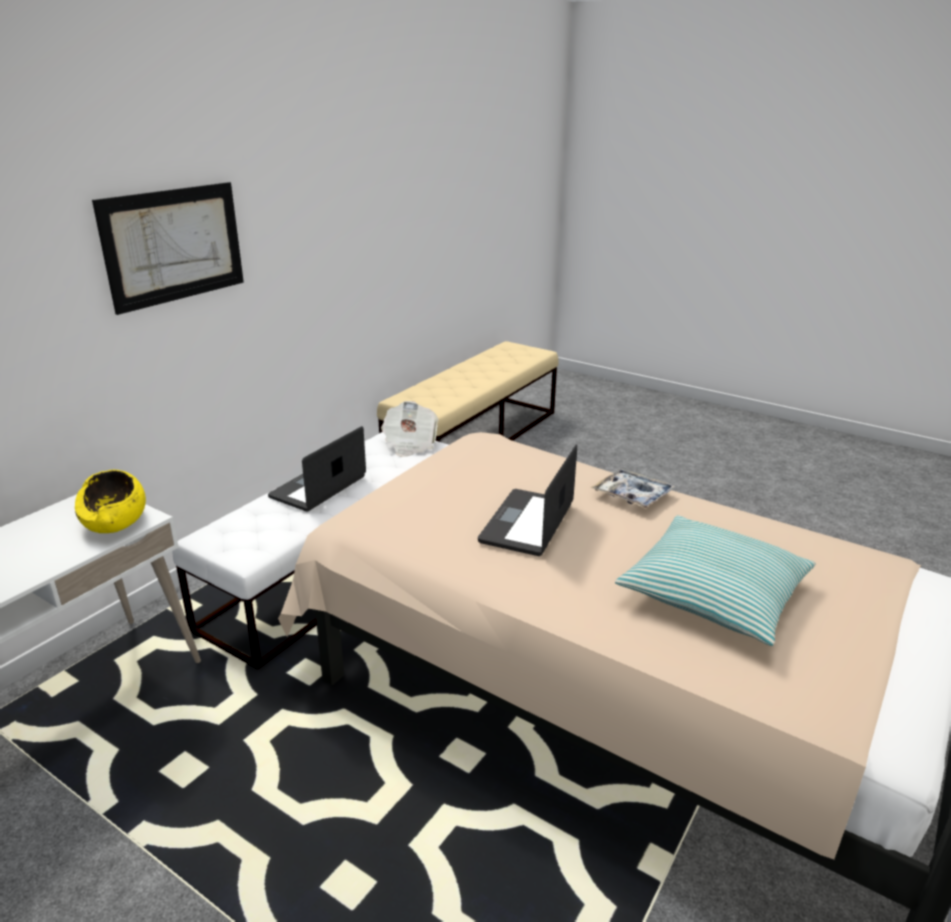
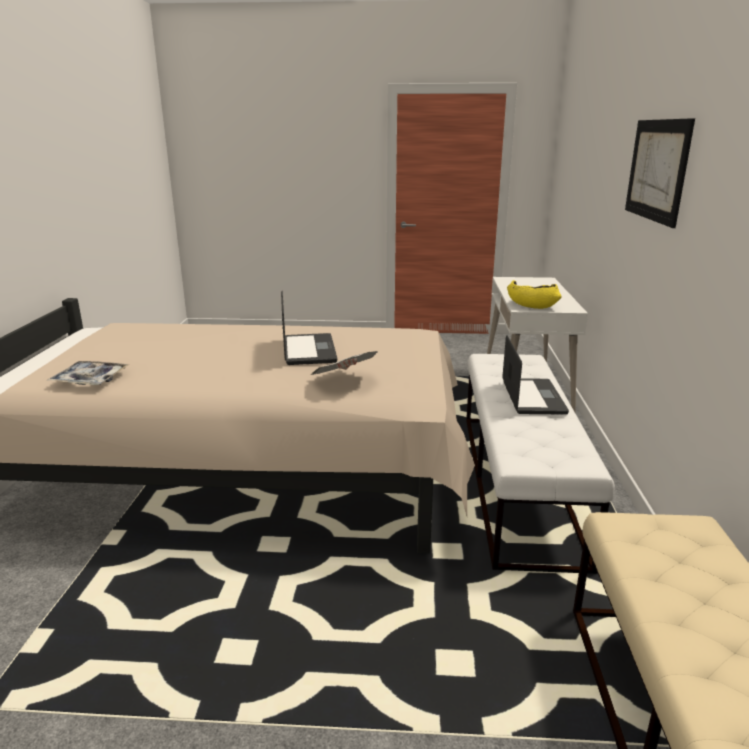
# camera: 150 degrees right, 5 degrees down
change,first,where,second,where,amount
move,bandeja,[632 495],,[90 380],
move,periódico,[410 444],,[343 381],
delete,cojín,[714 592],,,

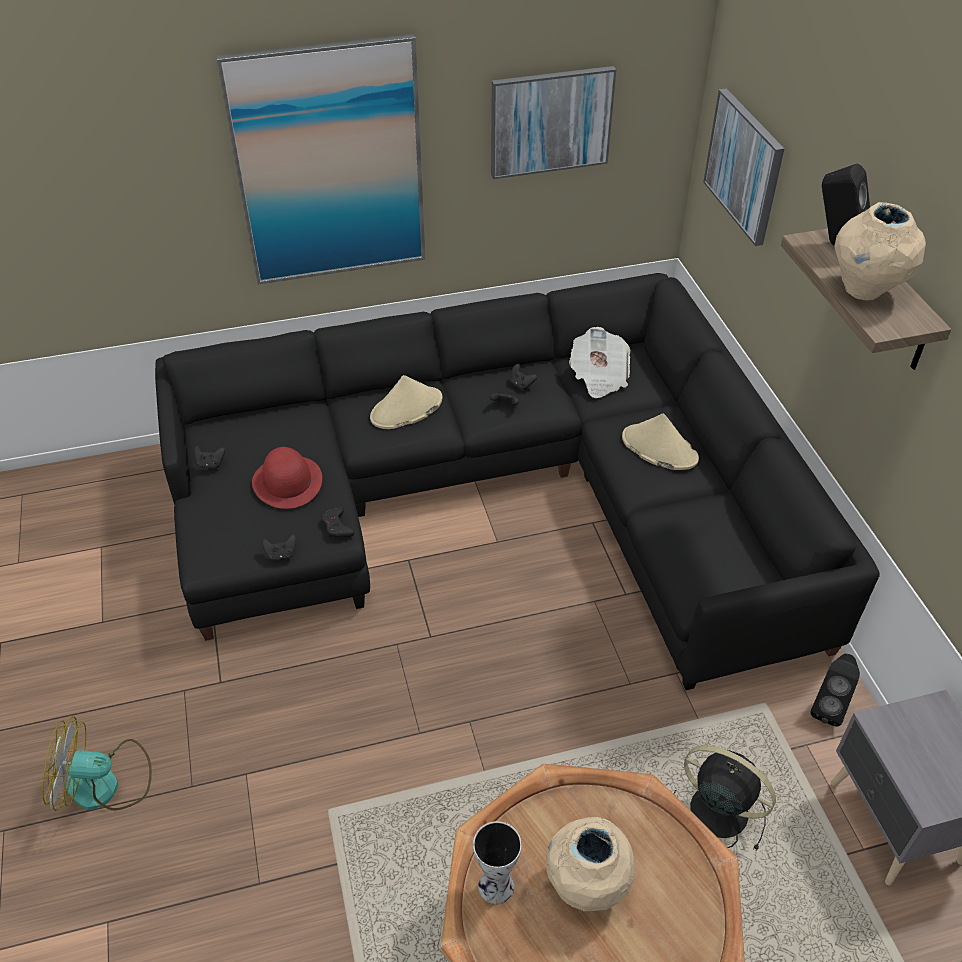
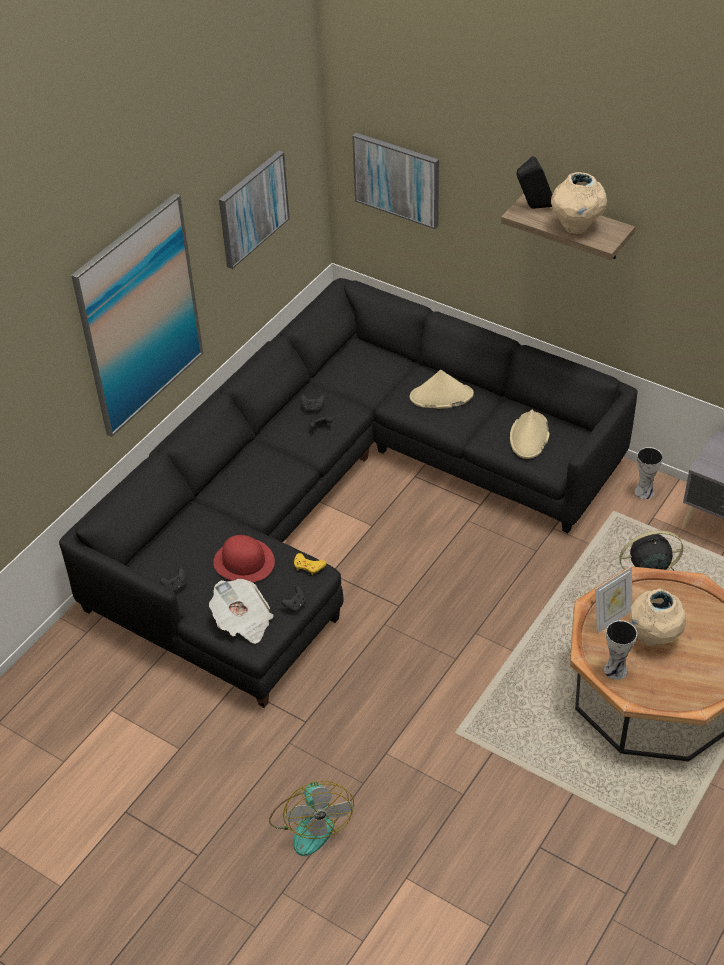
# camera: 40 degrees left, 0 degrees up
change,first,where,second,where,amount
move,periódico,[599 377],,[243 621],
rotate,ventilador,[105 784],,[310 823],60 degrees counterclockwise
recolor,mando de consola (negro),[337 526],mando de consola (amarillo),[308 566],
move,sombrero (beis),[406 409],,[529 436],
insert,,,portarretratos,[611 619],
replace,altavoz (negro),[828 707],florero,[644 491],

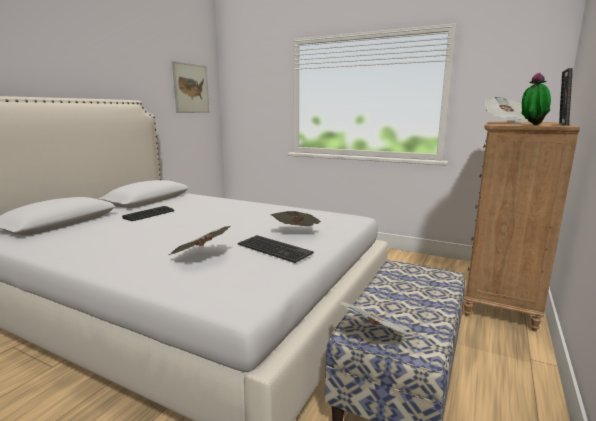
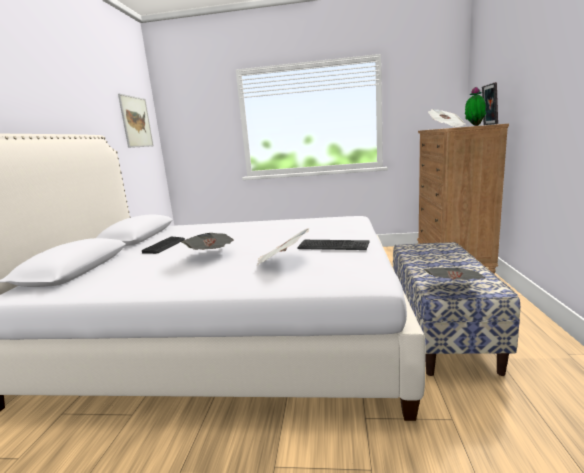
# camera: 20 degrees left, 0 degrees up
change,first,where,second,where,amount
move,periódico,[297 232],,[211 255],

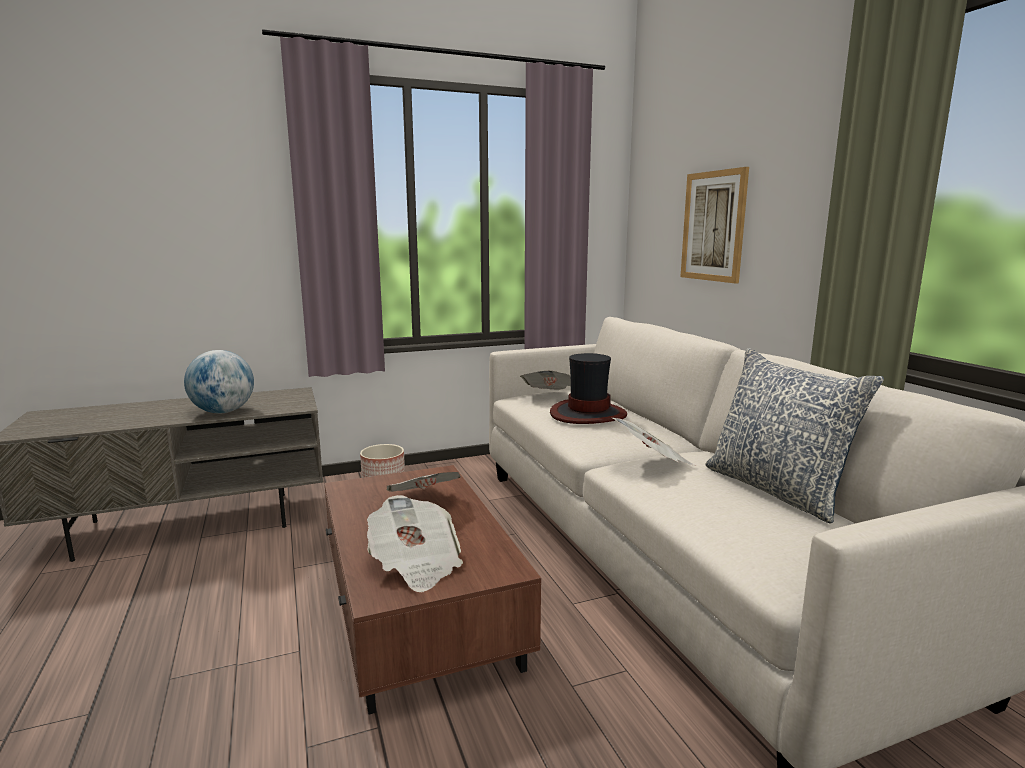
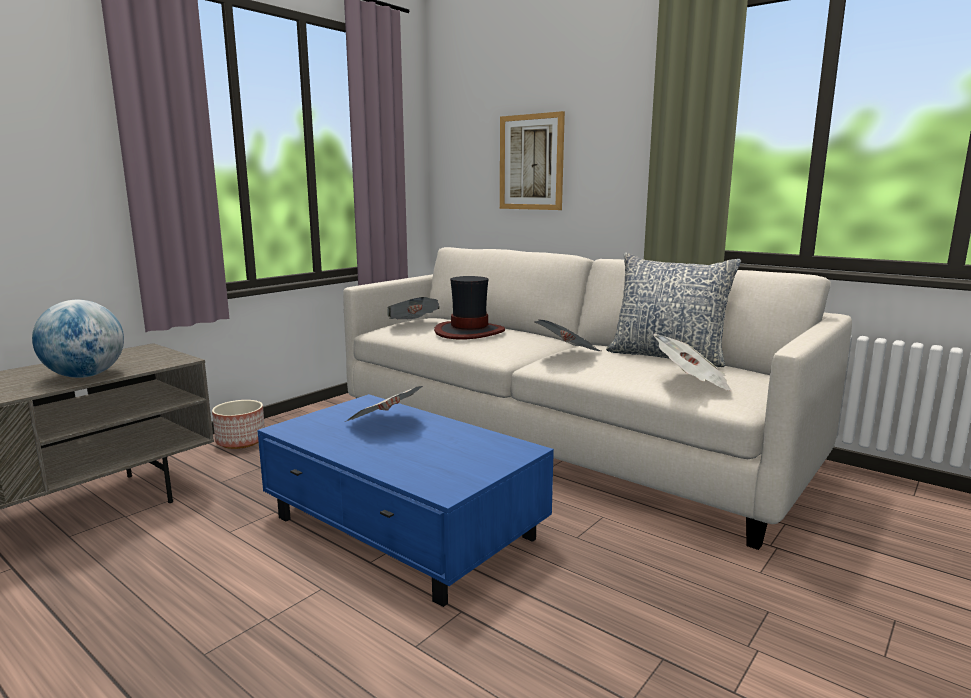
# camera: 30 degrees left, 0 degrees up
change,first,where,second,where,amount
recolor,mesa de centro (marrón),[419 613],mesa de centro (azul),[404 529],
move,periódico,[415 565],,[692 382],

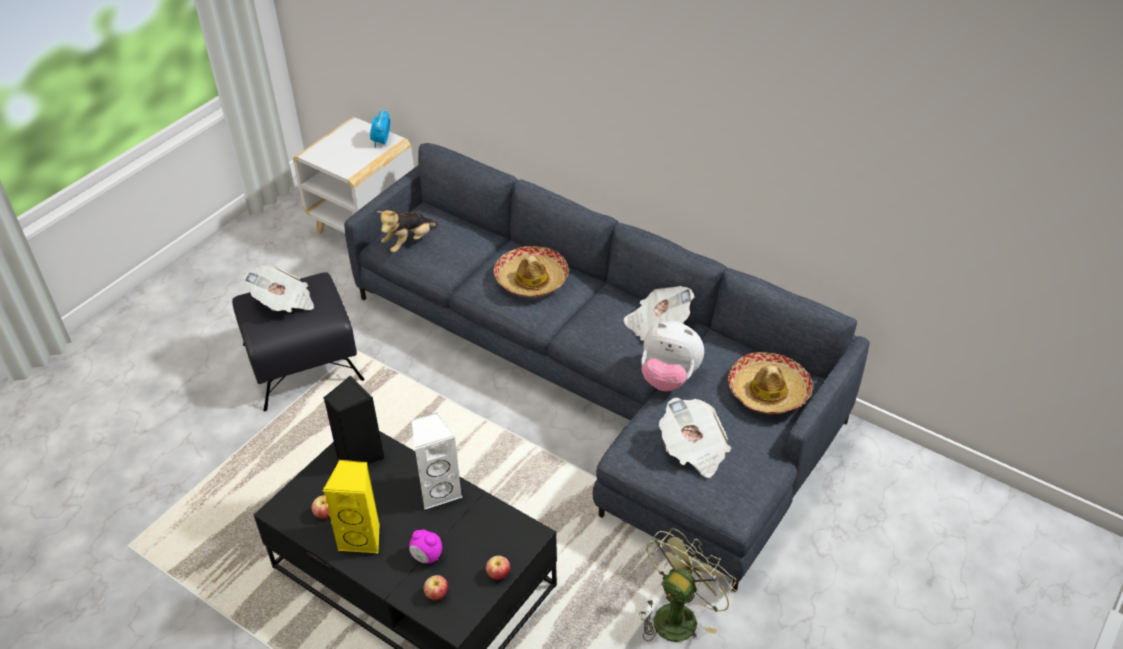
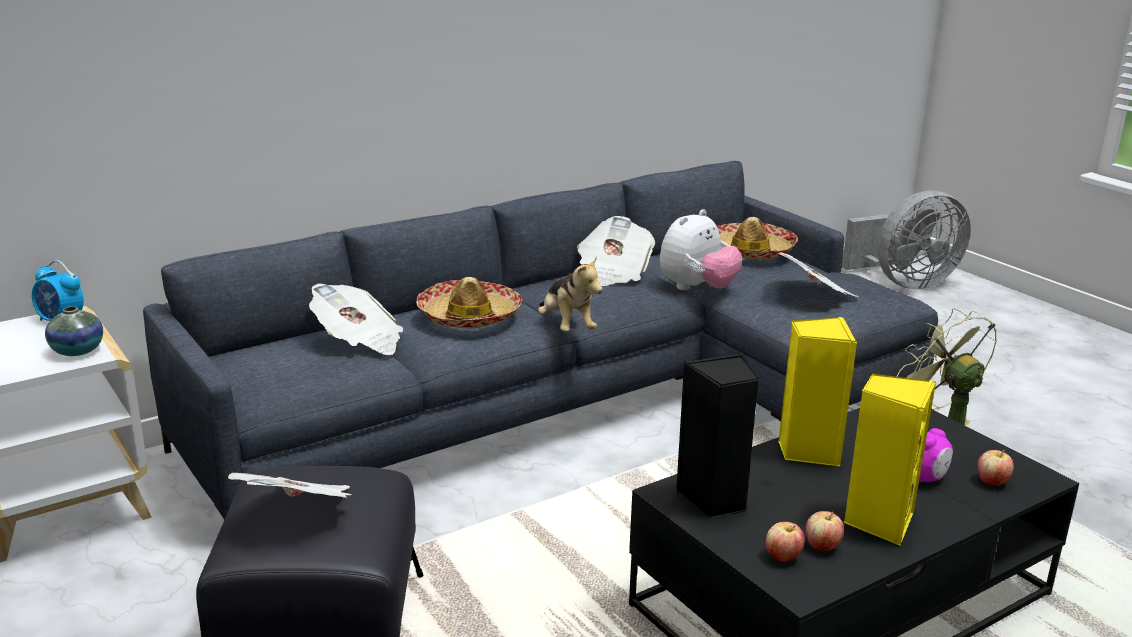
# camera: 70 degrees left, 20 degrees down
change,first,where,second,where,amount
insert,,,florero,[77 351],
insert,,,periódico,[359 341],
move,peluche,[409 242],,[566 326],
move,manzana,[498 574],,[783 557],
recolor,altavoz (blanco),[439 490],altavoz (amarillo),[808 451],
insert,,,ventilador (gris),[905 283],

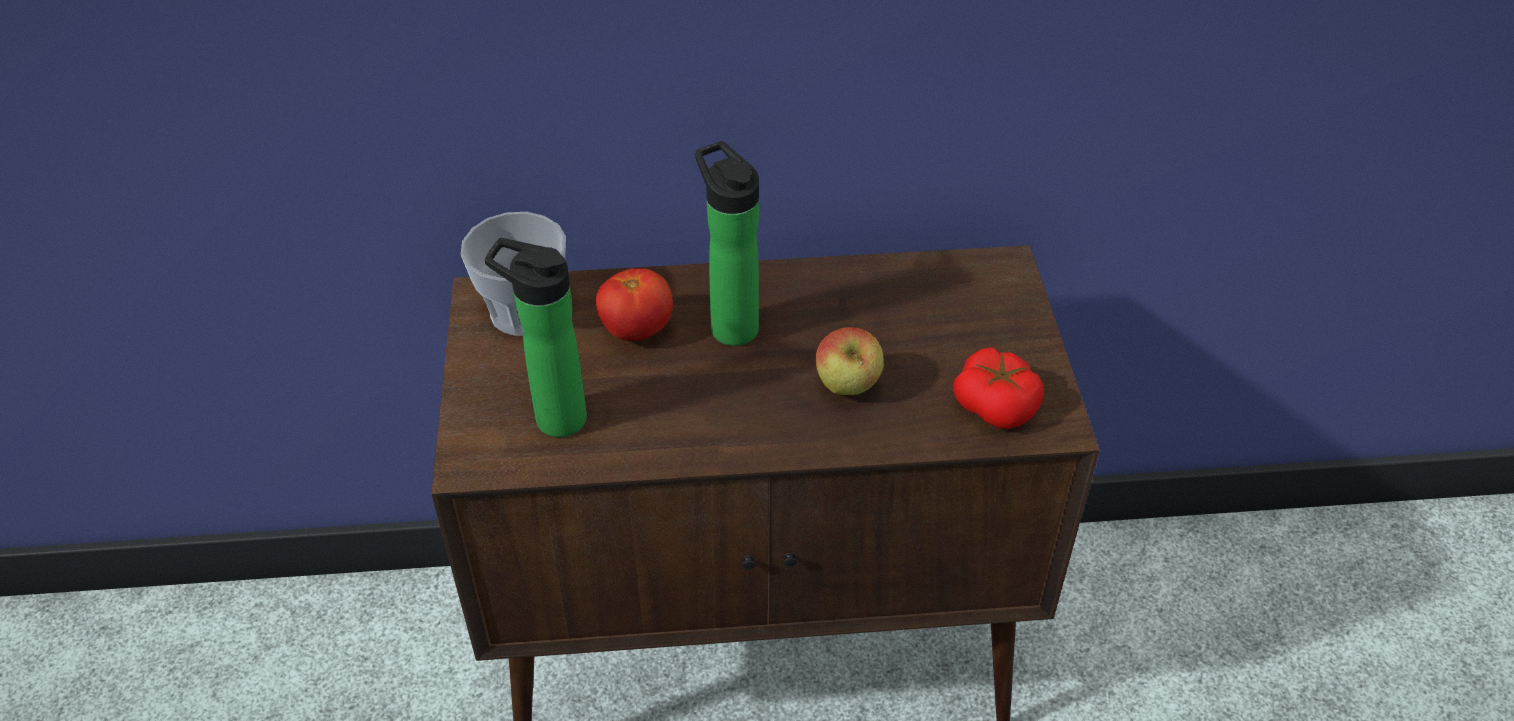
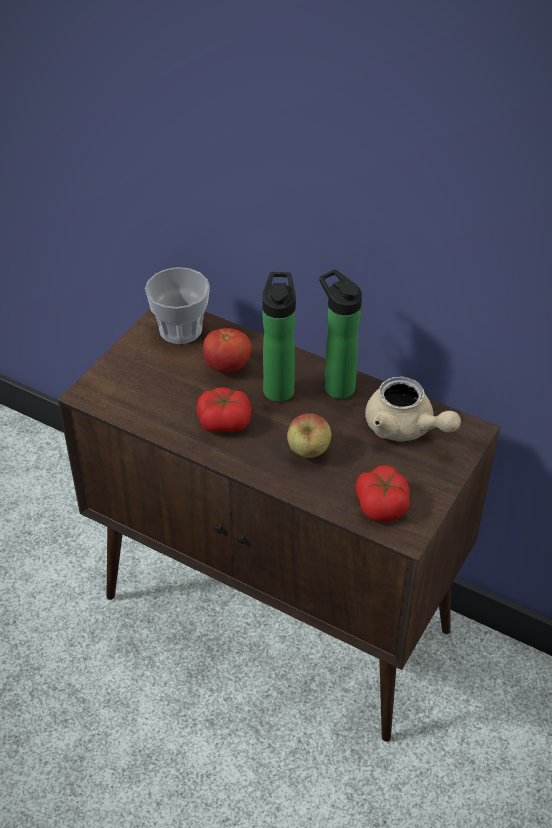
# camera: 35 degrees right, 0 degrees up
change,first,where,second,where,amount
insert,,,tomate,[224 421],
move,botella,[553 417],,[336 385],
insert,,,tetera (beis),[406 428],

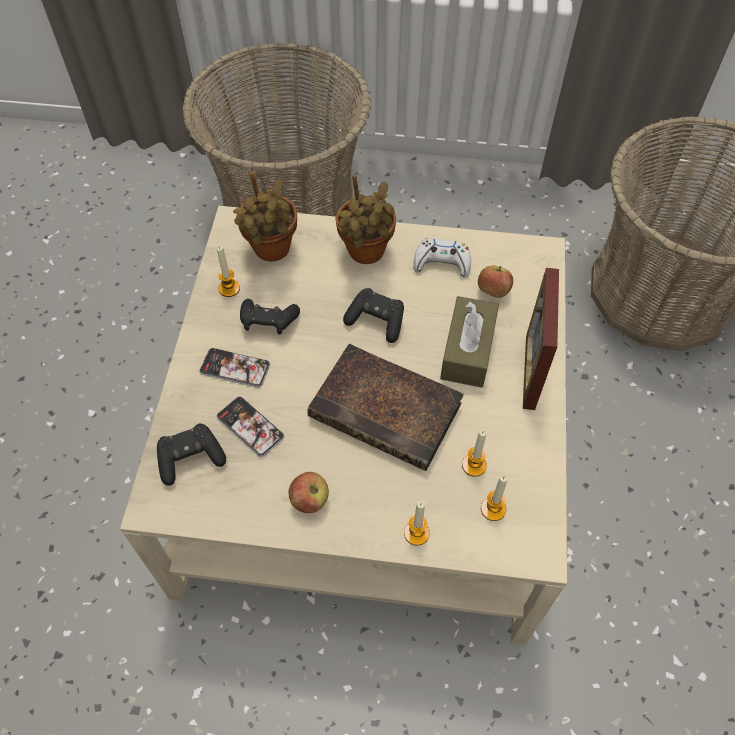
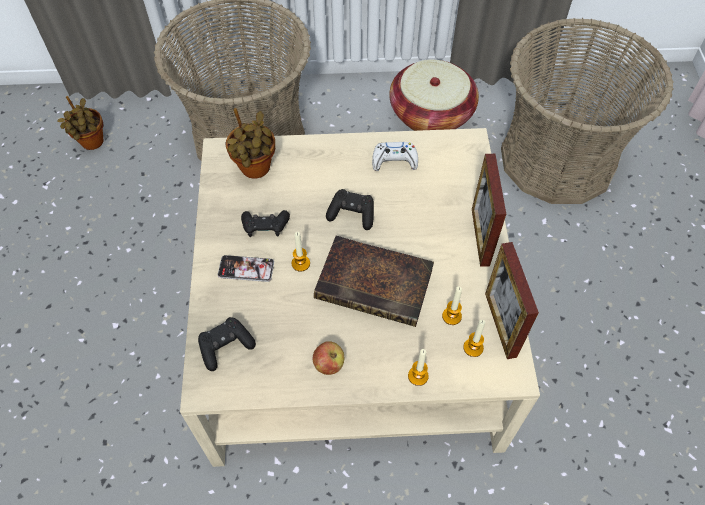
# camera: 10 degrees left, 0 degrees up
change,first,where,second,where,amount
move,planta en maceta,[366 254],,[92 144],
move,vela,[229 288],,[300 263],
insert,,,cesta,[431 114],
insert,,,portarretratos,[500 324],
delete,móvil,[250 427],,,
delete,caja de pañuelos (marrón),[467 351],,,
delete,manzana,[493 291],,,

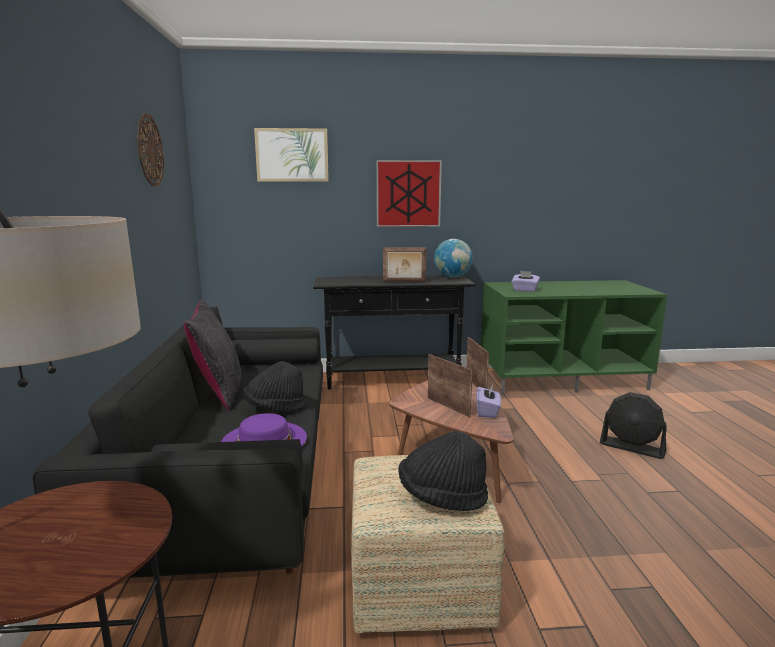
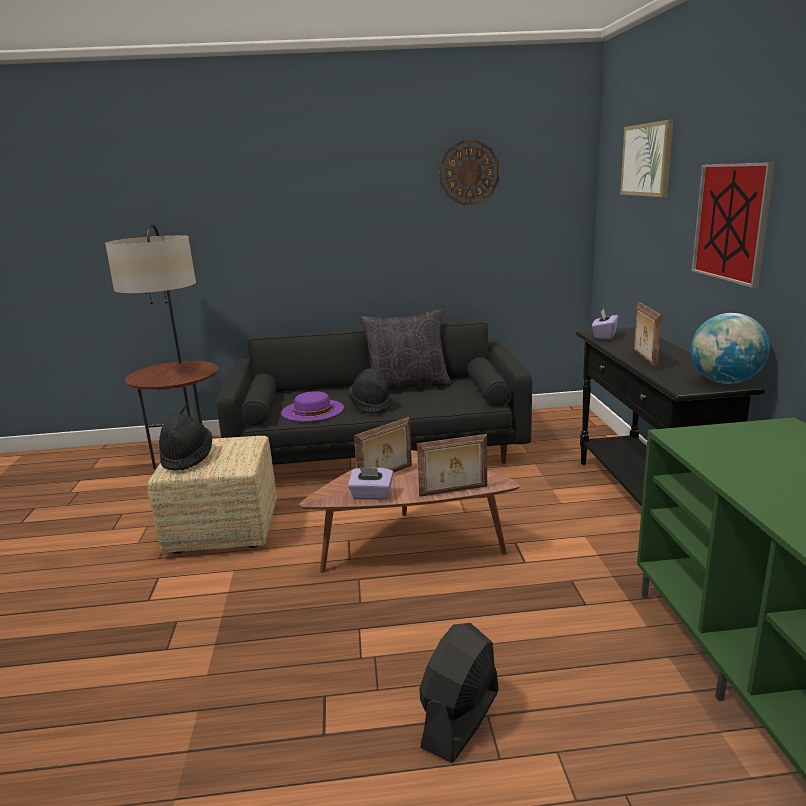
# camera: 90 degrees right, 5 degrees up
change,first,where,second,where,amount
move,caja de pañuelos (morado),[524 290],,[604 336],

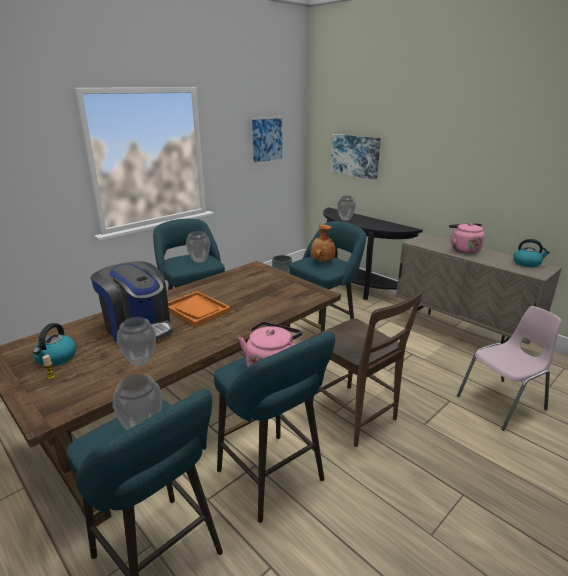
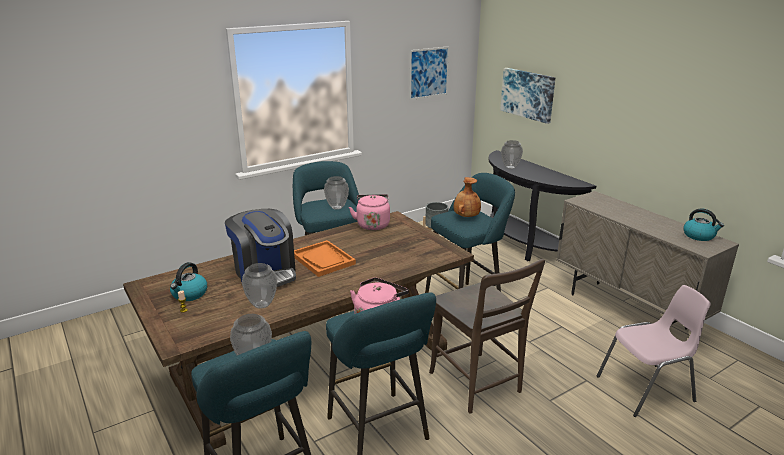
# camera: 10 degrees right, 0 degrees up
change,first,where,second,where,amount
move,hervidor (rosa),[464 249],,[372 224],

